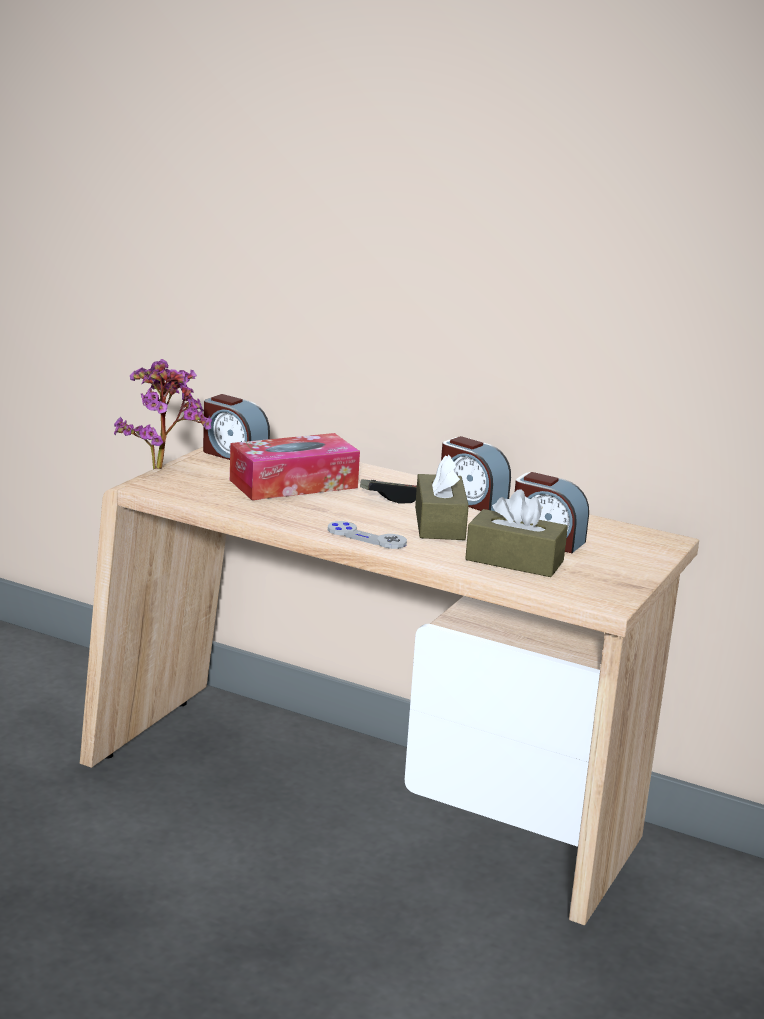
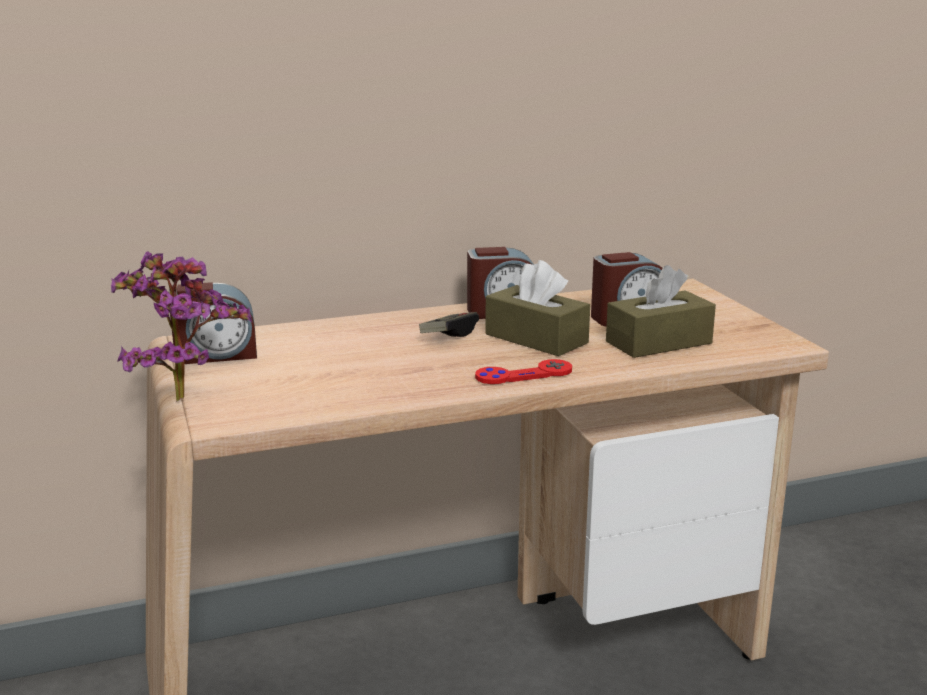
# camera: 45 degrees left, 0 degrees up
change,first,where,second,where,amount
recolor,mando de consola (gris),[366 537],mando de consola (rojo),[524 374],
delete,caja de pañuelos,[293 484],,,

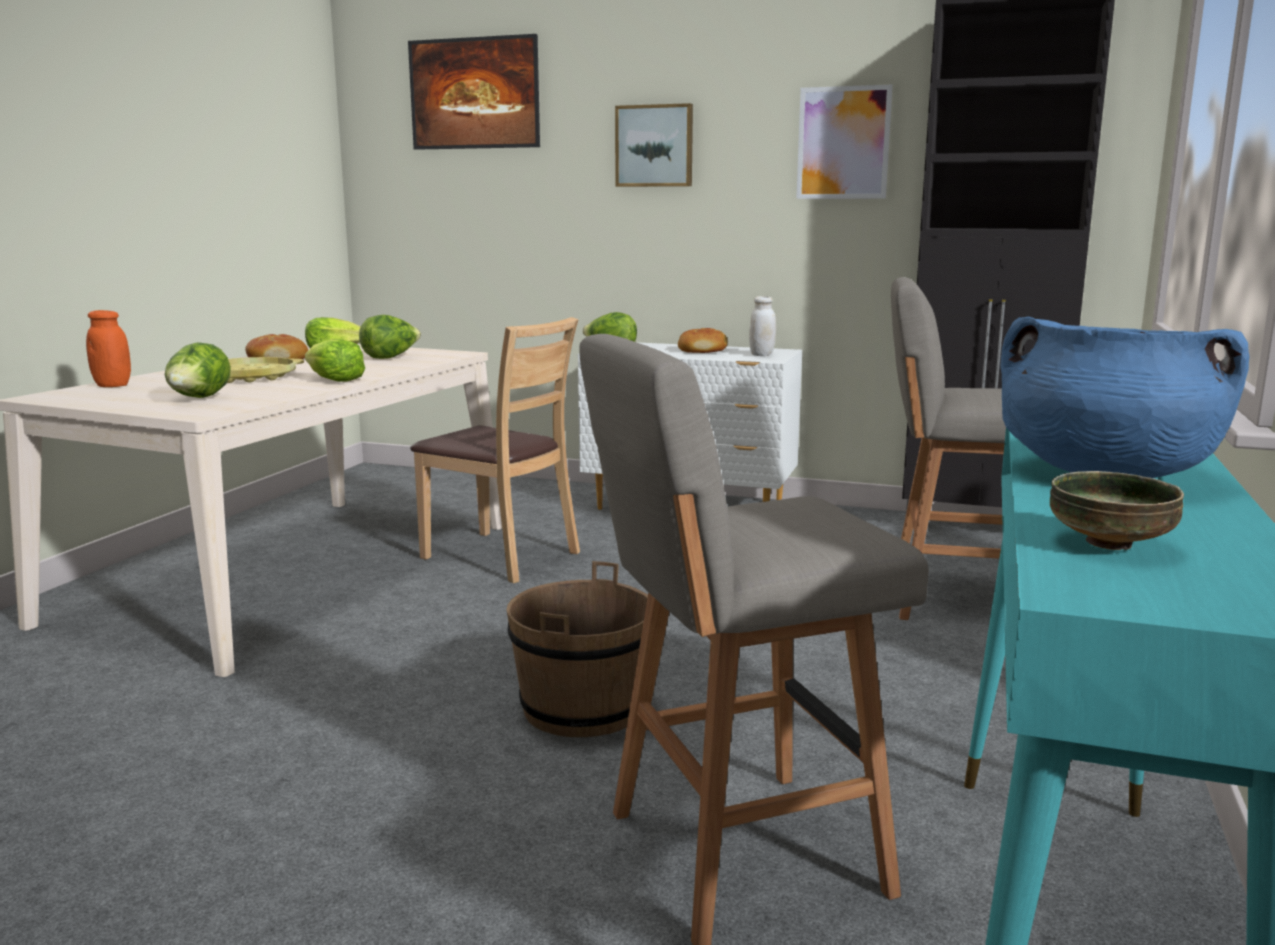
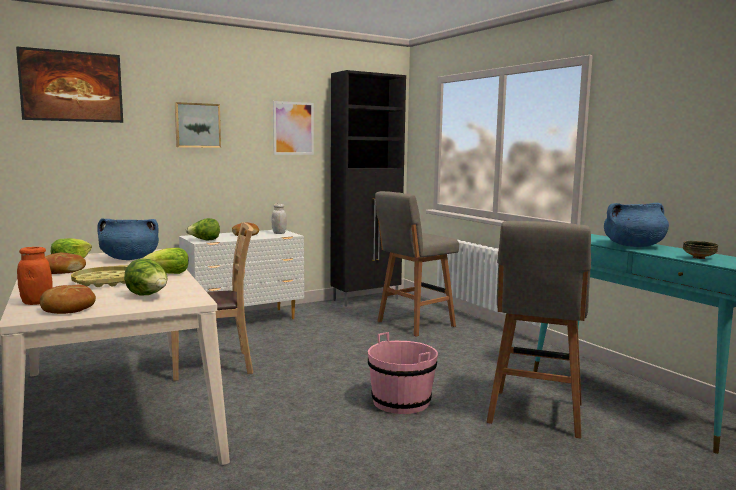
# camera: 50 degrees left, 5 degrees down
change,first,where,second,where,amount
insert,,,pan,[68 308],
replace,lechuga,[390 357],olla (azul),[129 259],
recolor,cubo (marrón),[583 709],cubo (rosa),[401 401],

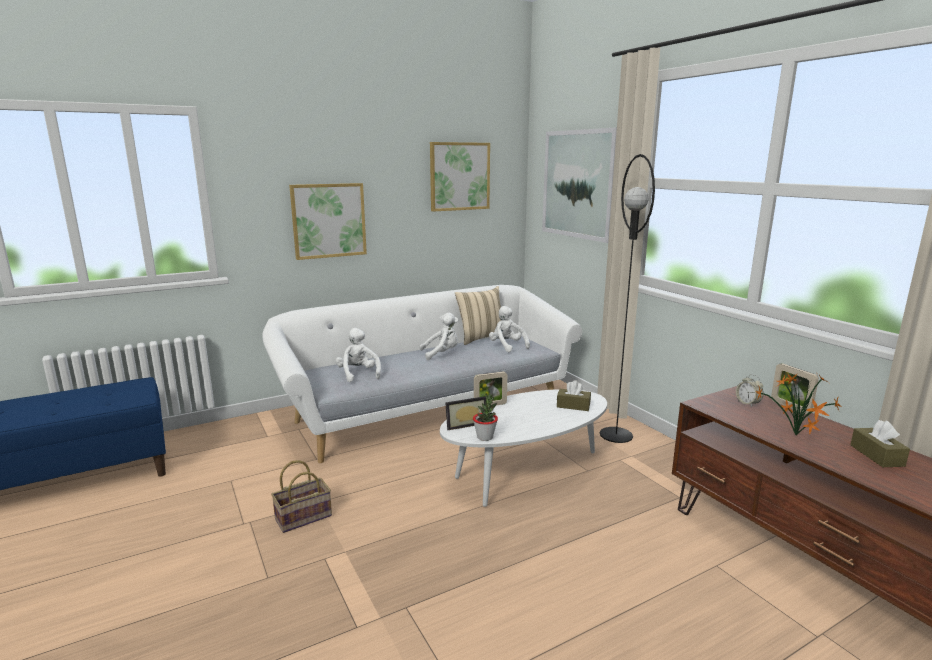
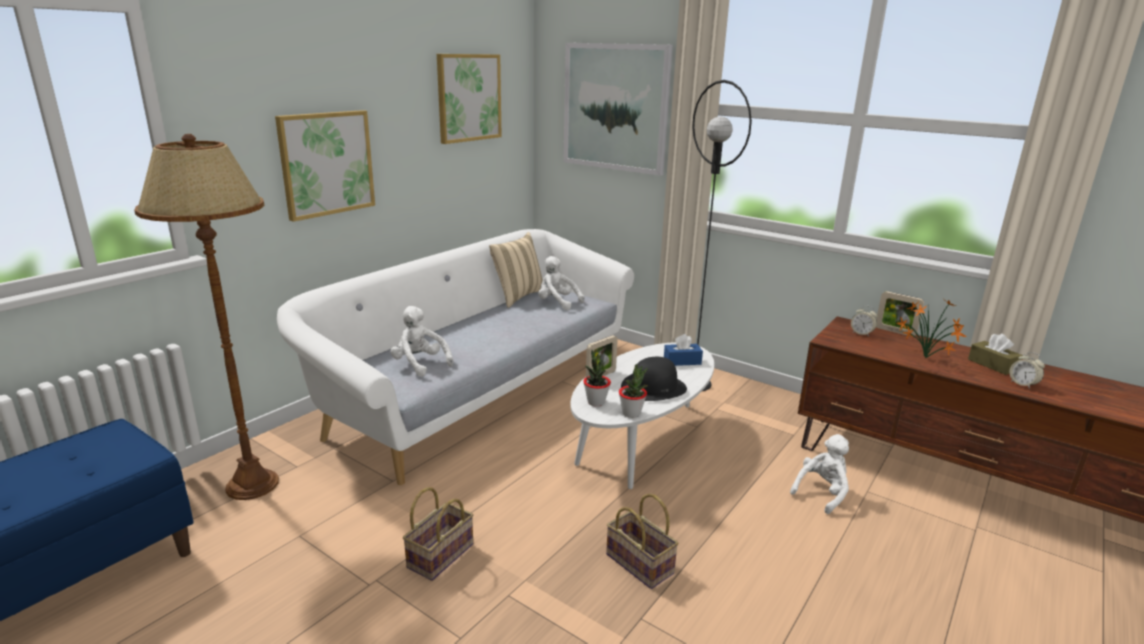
# camera: 25 degrees left, 5 degrees up
change,first,where,second,where,amount
insert,,,lámpara de pie (marrón),[253 485],
replace,portarretratos,[465 423],planta en maceta,[596 402],
insert,,,cesta,[641 564],
insert,,,sombrero (negro),[654 387],
recolor,caja de pañuelos (marrón),[573 406],caja de pañuelos (azul),[682 361],
move,peluche (blanco),[441 353],,[822 493],
insert,,,despertador,[1023 384],

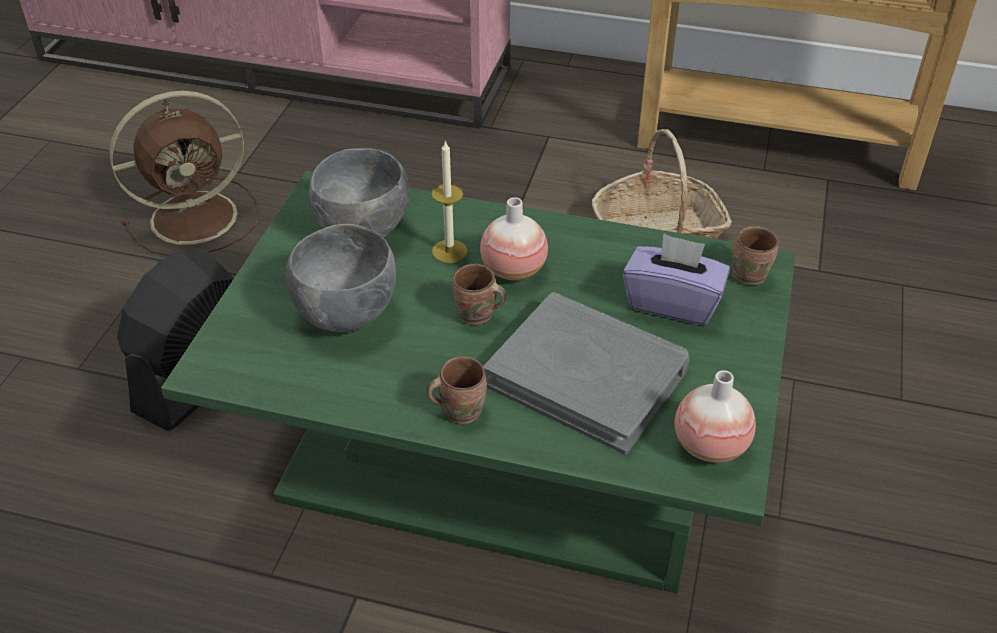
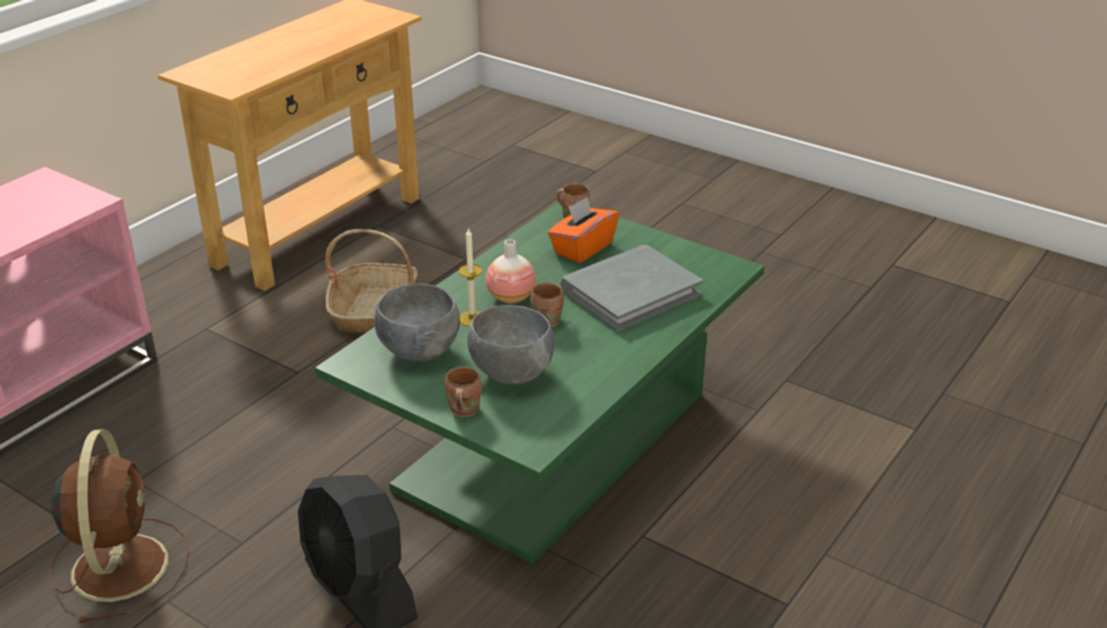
# camera: 70 degrees left, 10 degrees down
change,first,where,second,where,amount
move,taza grande (marrón),[459 409],,[462 410],
recolor,caja de pañuelos (morado),[672 302],caja de pañuelos (naranja),[582 248],
delete,florero,[710 445],,,

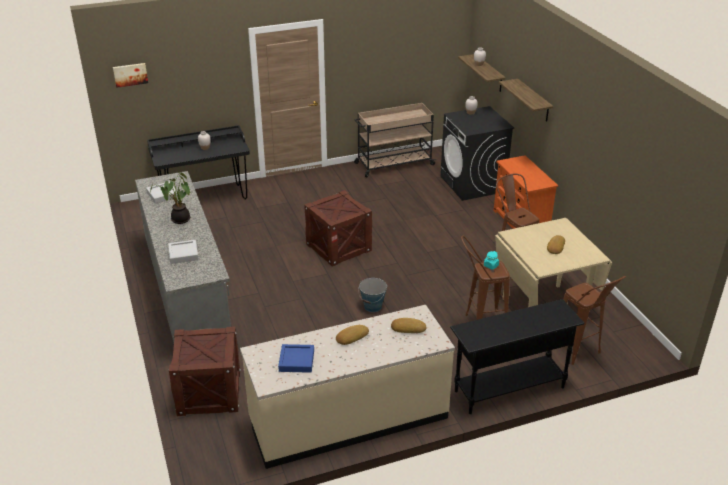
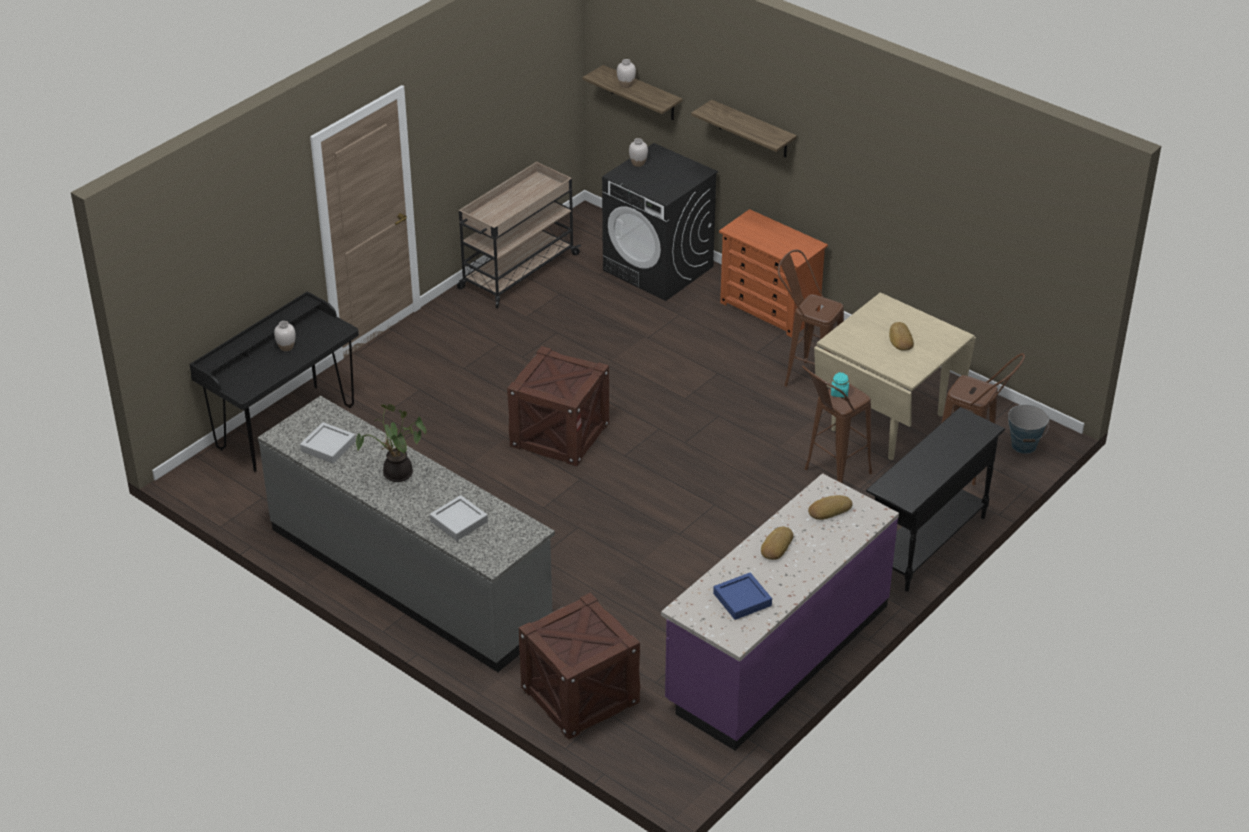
# camera: 30 degrees left, 5 degrees up
change,first,where,second,where,amount
recolor,mueble bajo de cocina (beis),[348 419],mueble bajo de cocina (morado),[777 654],
move,cubo,[373 306],,[1024 445],
delete,cuadro,[130 74],,,

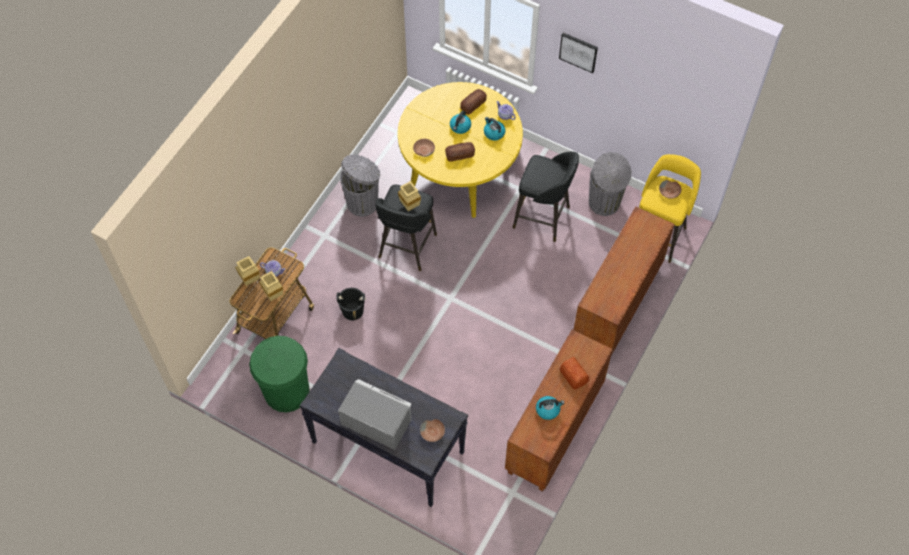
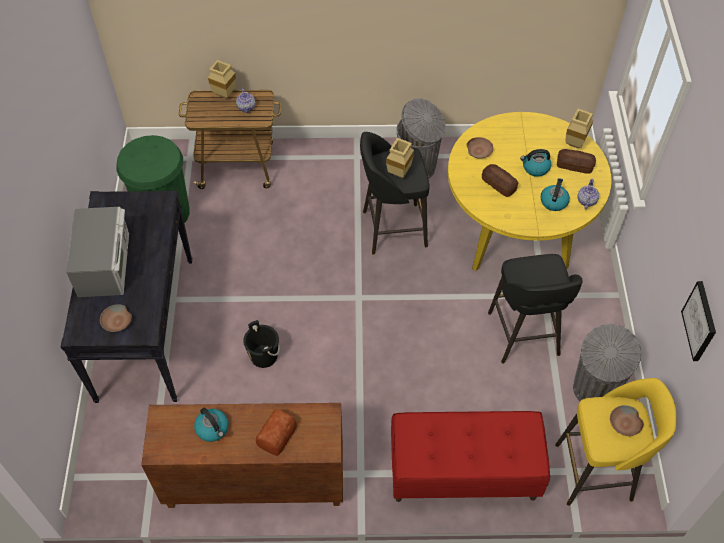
# camera: 60 degrees right, 5 degrees down
change,first,where,second,where,amount
move,cubo (negro),[352 311],,[263 356],
replace,armario (marrón),[617 306],banco (rojo),[463 472],
move,florero (beis),[274 295],,[575 145],
move,cuadro,[578 51],,[700 321],

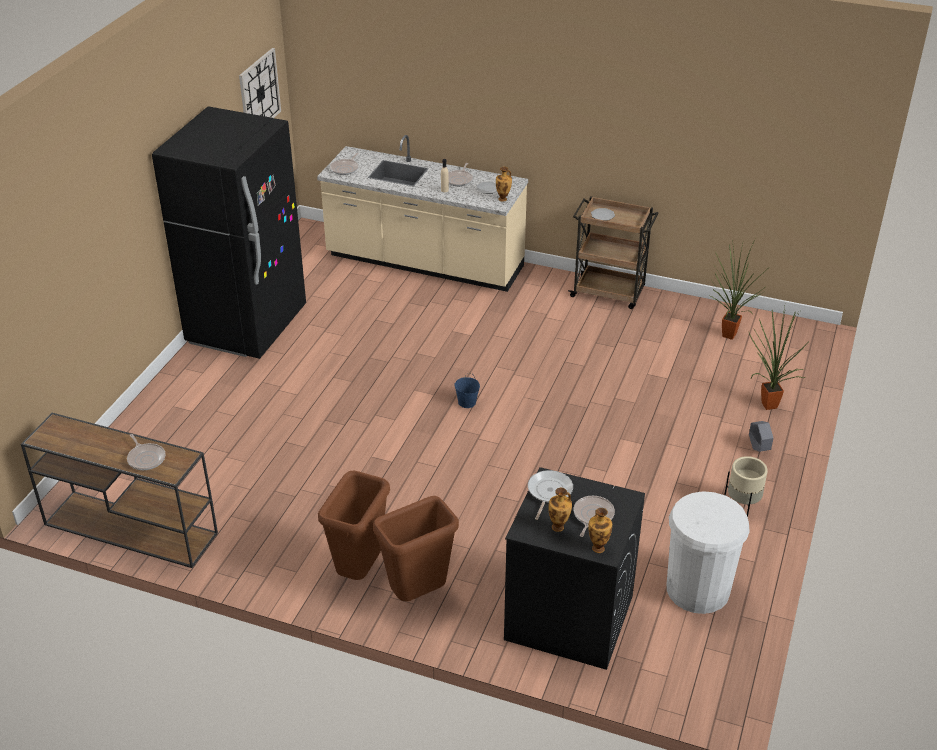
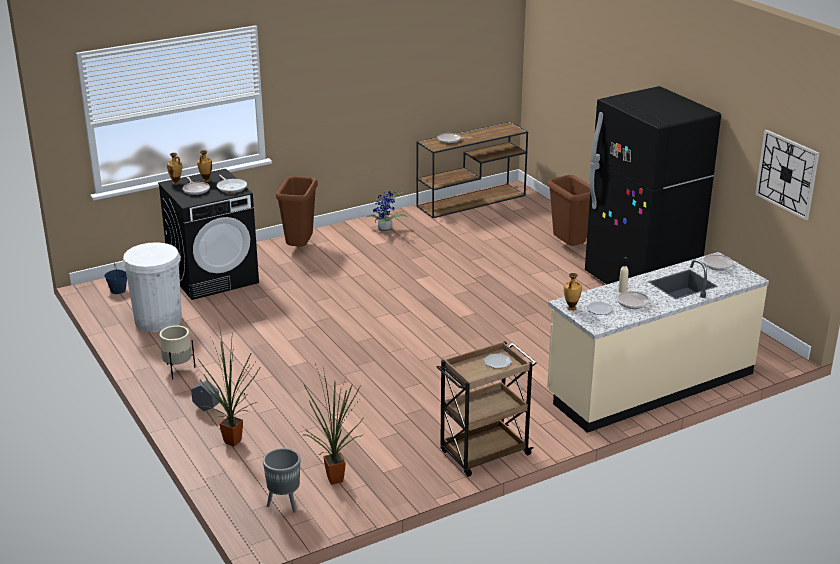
# camera: 130 degrees right, 10 degrees down
change,first,where,second,where,amount
move,cubo (azul),[467 402],,[118 290],
insert,,,maceta (gris),[284 504],
insert,,,planta en maceta,[385 230],
move,papelera (marrón),[359 571],,[569 247],

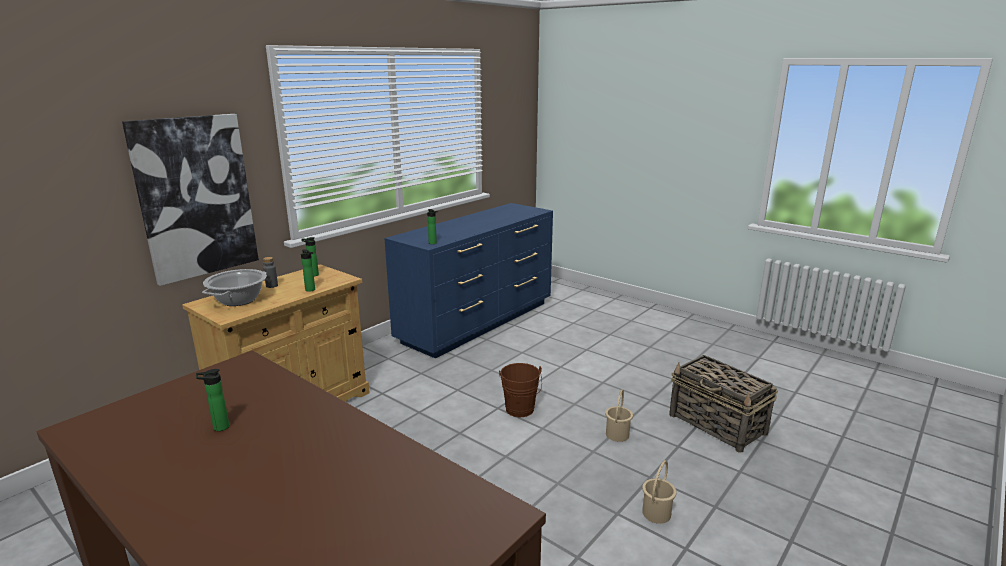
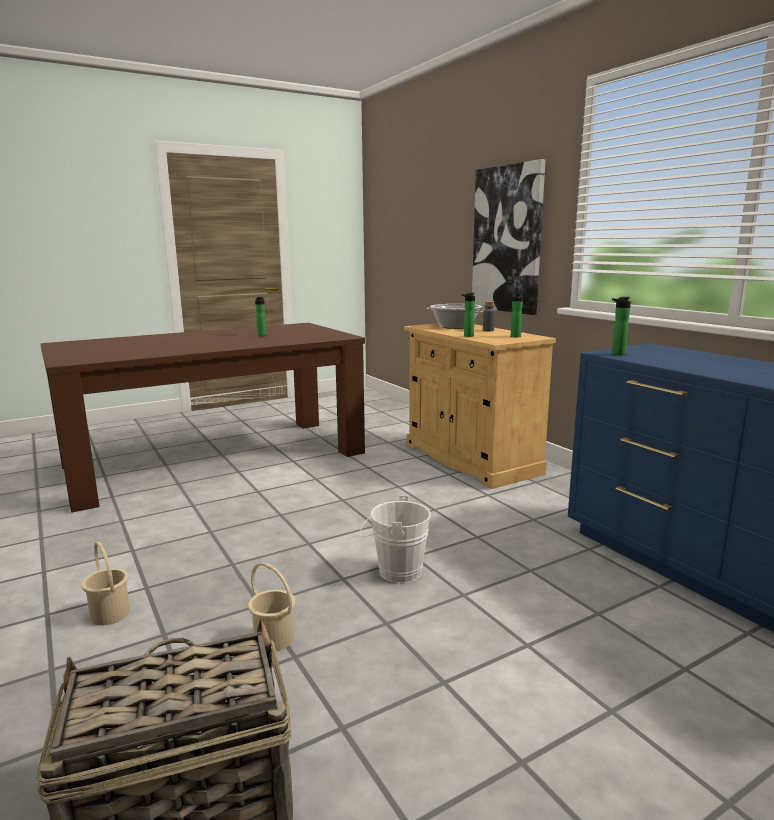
# camera: 110 degrees right, 5 degrees down
change,first,where,second,where,amount
recolor,cubo (marrón),[520 411],cubo (blanco),[395 571],

